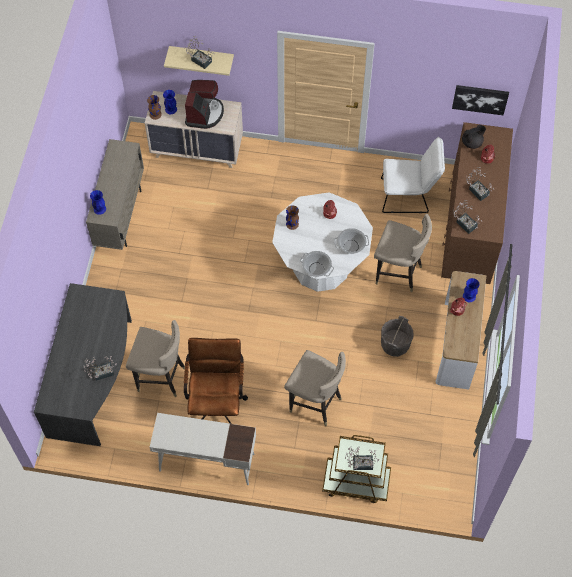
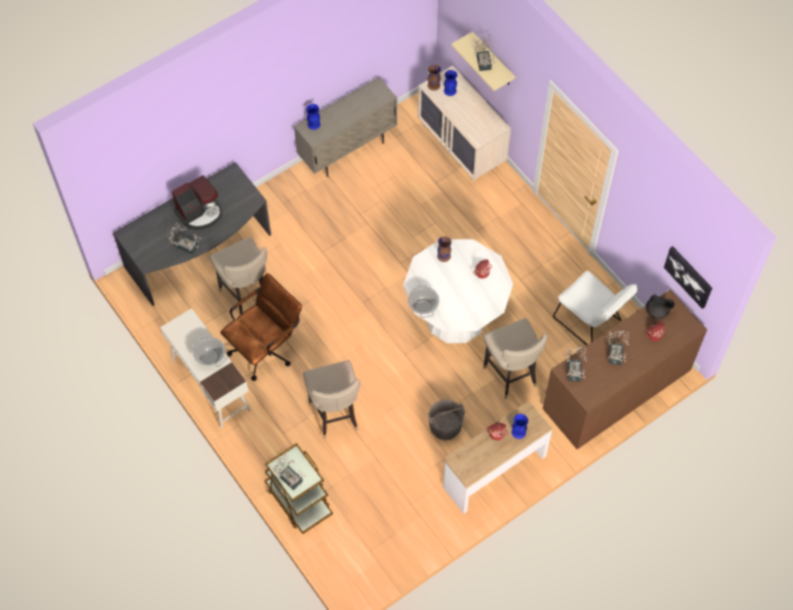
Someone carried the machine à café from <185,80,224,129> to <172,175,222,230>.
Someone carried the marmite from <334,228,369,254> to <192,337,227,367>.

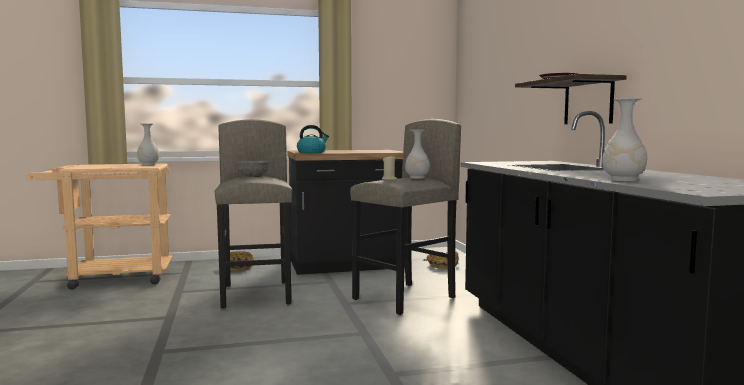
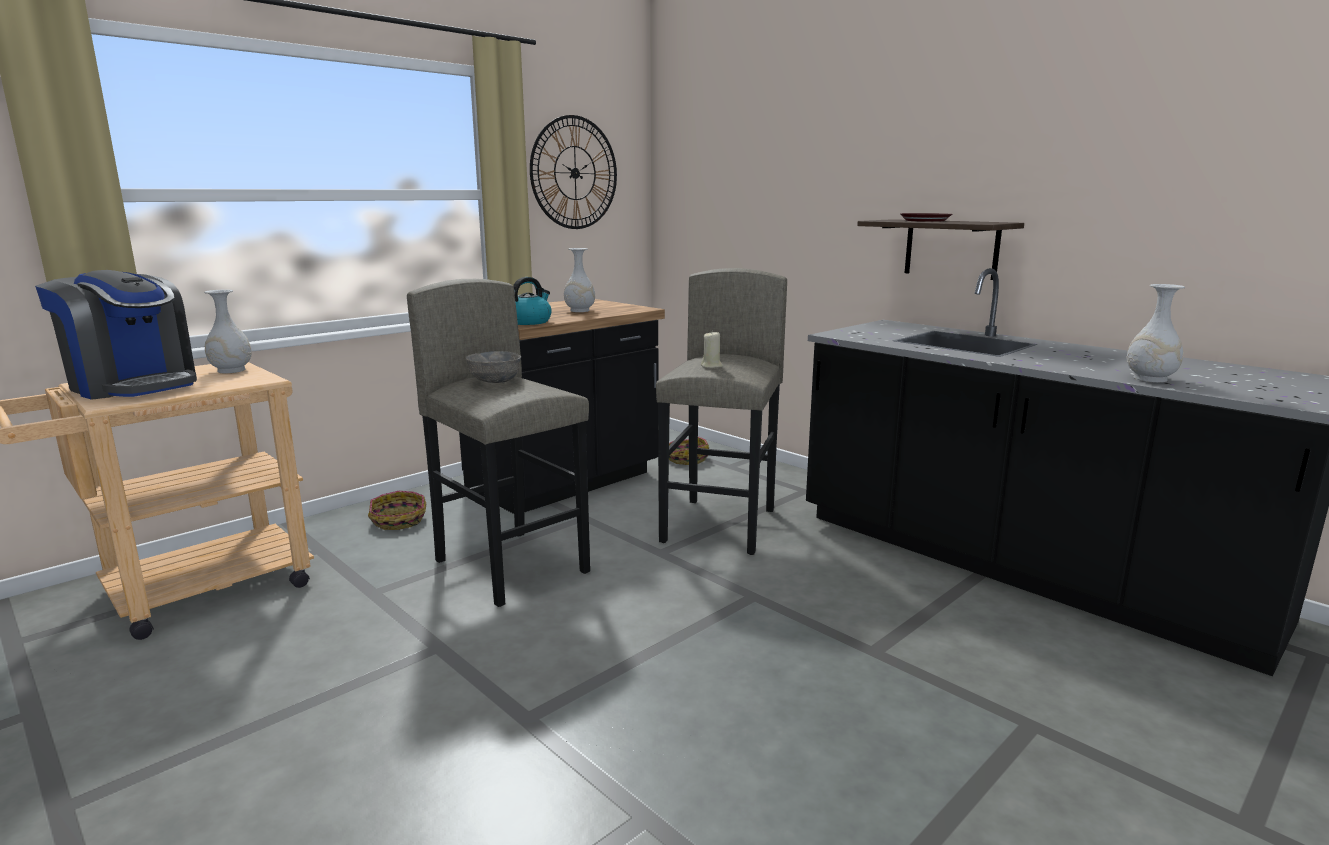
Someone carried the vase [blanc] from <405,130,430,179> to <564,248,595,312>.
Someone put down the machine à café at <35,270,197,400>.
Someone put up the horloge murale at <530,115,617,229>.

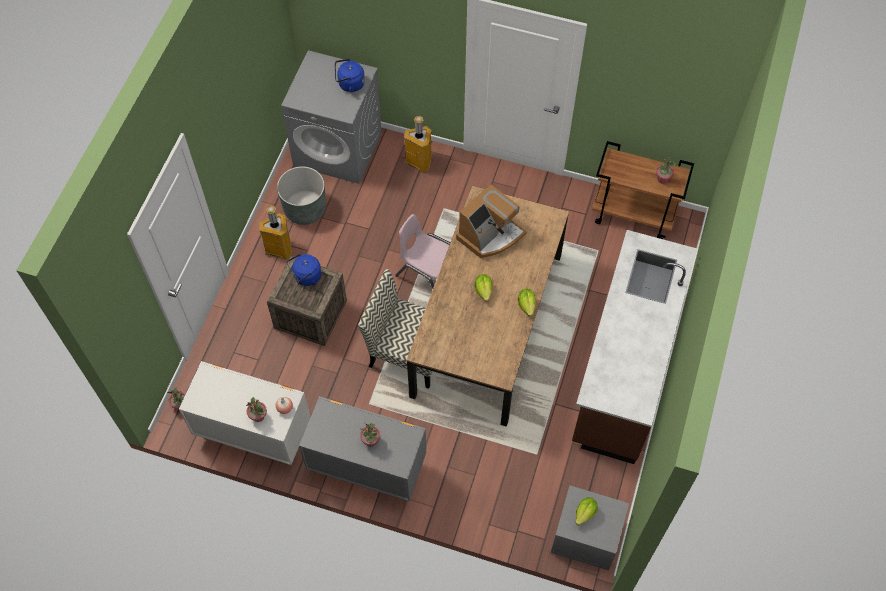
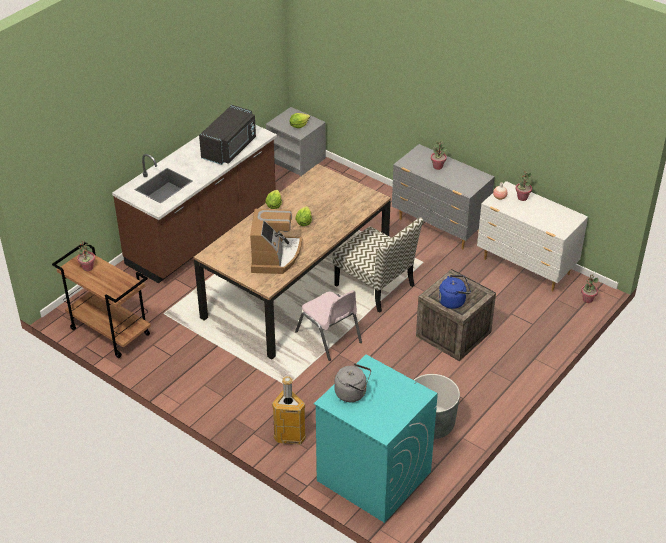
Someone took away the poubelle at <259,206,292,260>.
Someone repainted the lave-linge [gris] at <281,50,382,184>, which became the lave-linge [turquoise] at <314,355,438,523>.
Someone repainted the bouilloire [bleu] at <335,59,365,92>, which became the bouilloire [gris] at <334,363,371,402>.
Someone rotated the machine à café at <456,184,527,258> by 120 degrees clockwise.
Someone put down the micro-ondes [noir] at <199,105,256,165>.

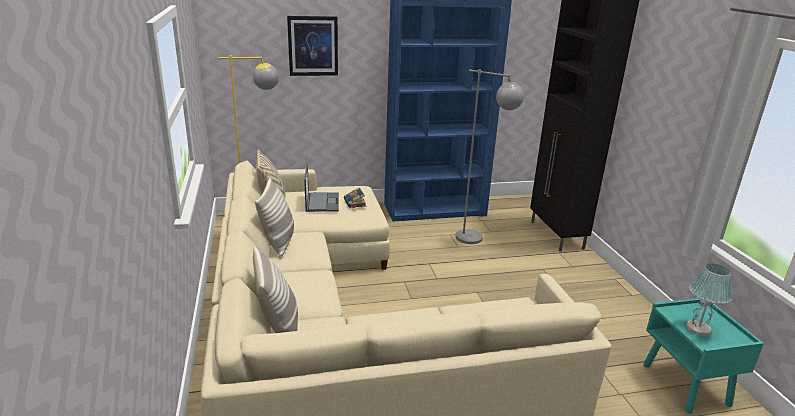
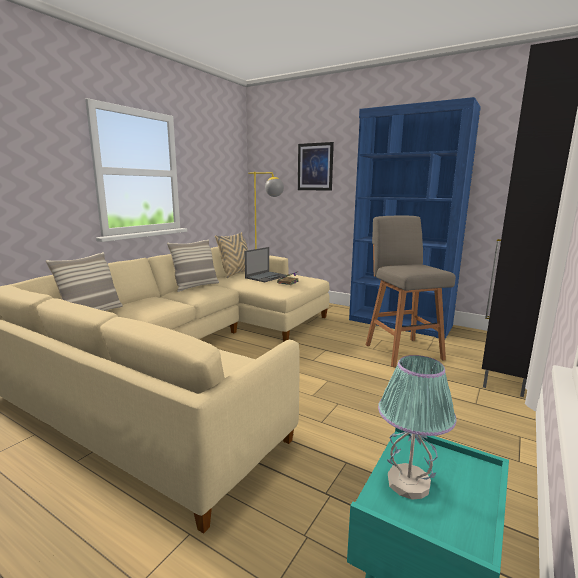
Someone swapped the lampadaire [gris] at <455,69,524,244> for the tabouret [gris] at <366,216,456,367>.

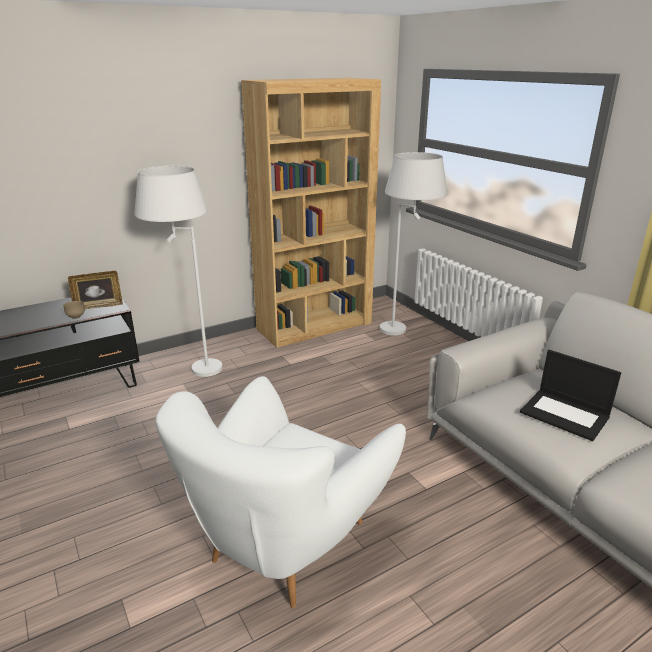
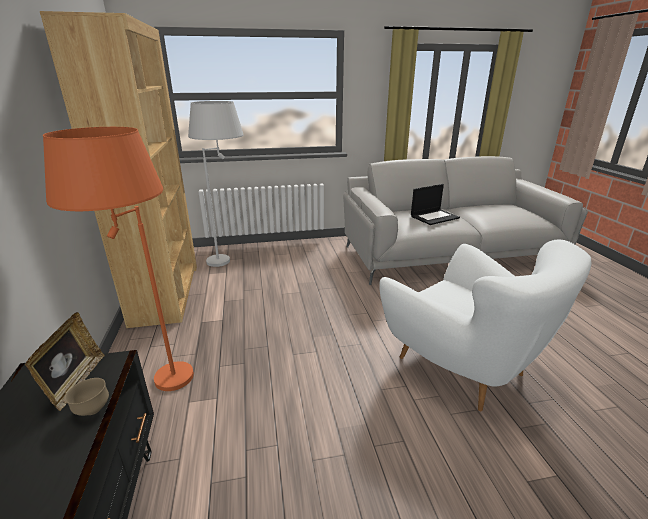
Someone repainted the lampadaire [blanc] at <134,166,223,377>, which became the lampadaire [orange] at <43,127,194,391>.

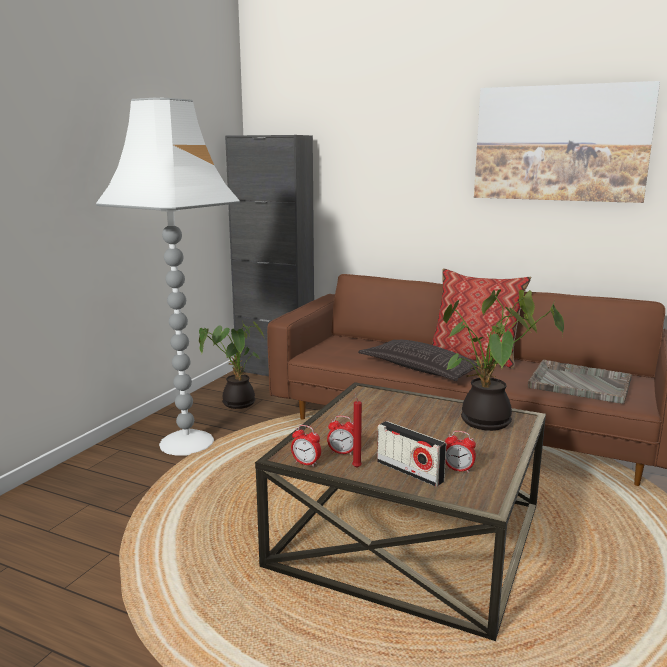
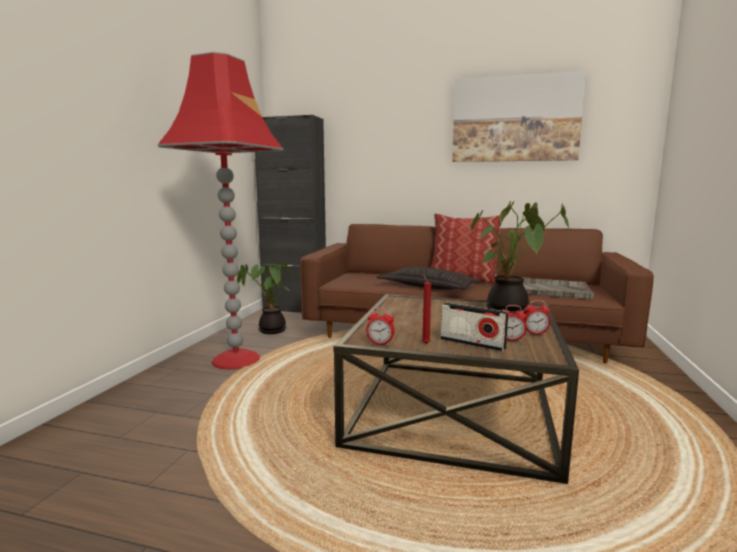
Someone repainted the lampadaire [blanc] at <96,98,240,456>, which became the lampadaire [rouge] at <158,52,283,370>.
Someone carried the réveil from <327,416,354,455> to <523,300,551,335>.

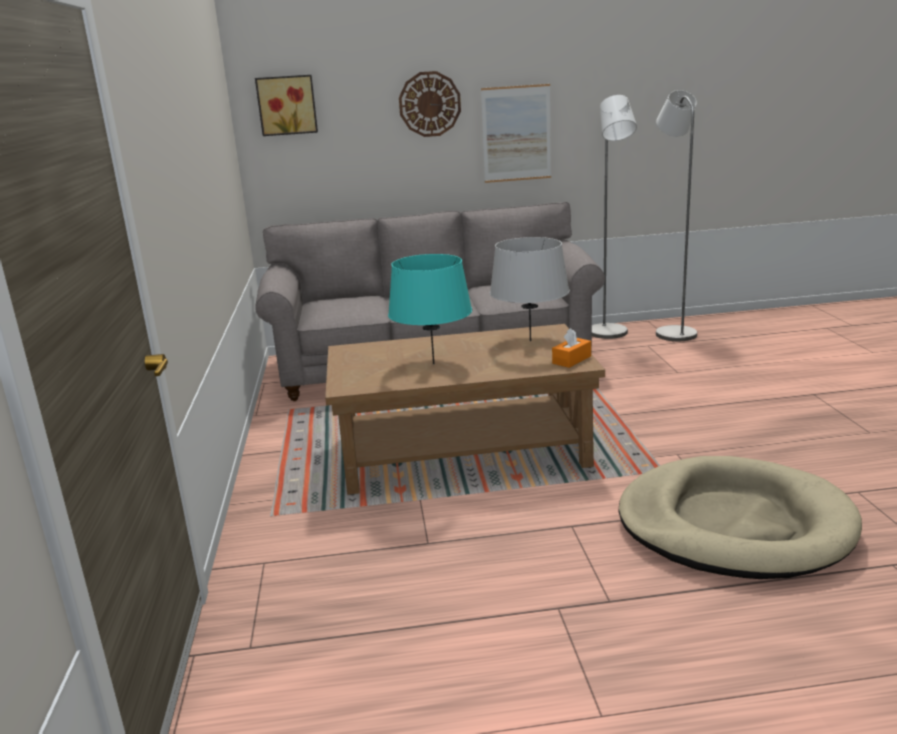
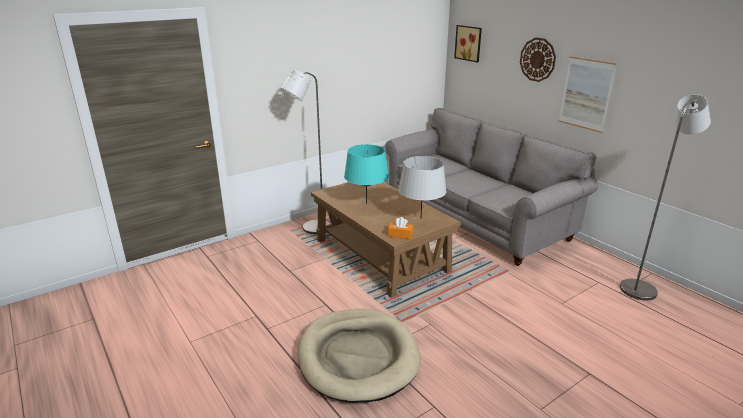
Someone carried the lampadaire [gris] from <592,95,637,339> to <281,69,329,234>.

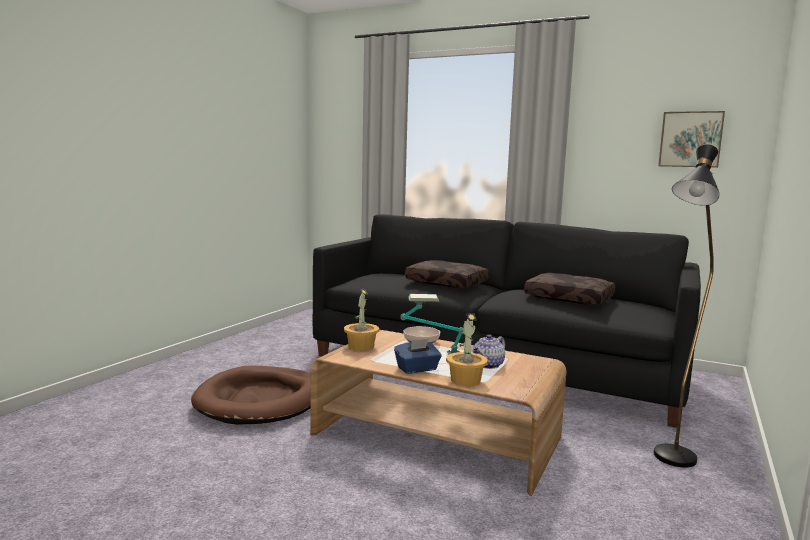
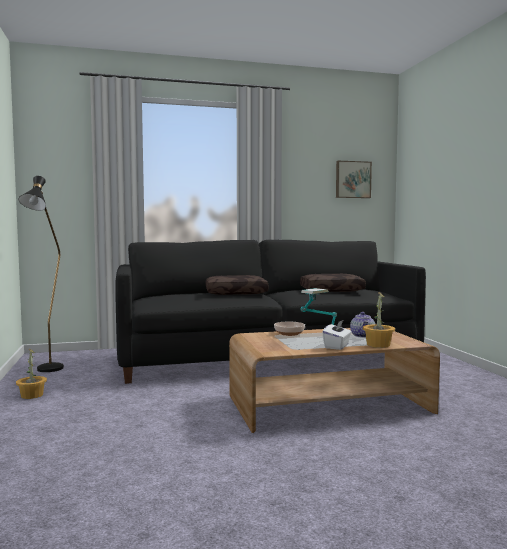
Someone took away the panier pour chien [marron] at <191,365,310,425>.
Someone carried the plante en pot from <344,288,379,351> to <16,349,47,399>.
Someone repainted the boîte à mouchoirs [bleu] at <394,339,442,374>, which became the boîte à mouchoirs [blanc] at <322,319,352,350>.
Someone carried the lampadaire [noir] from <654,144,719,468> to <18,176,64,372>.

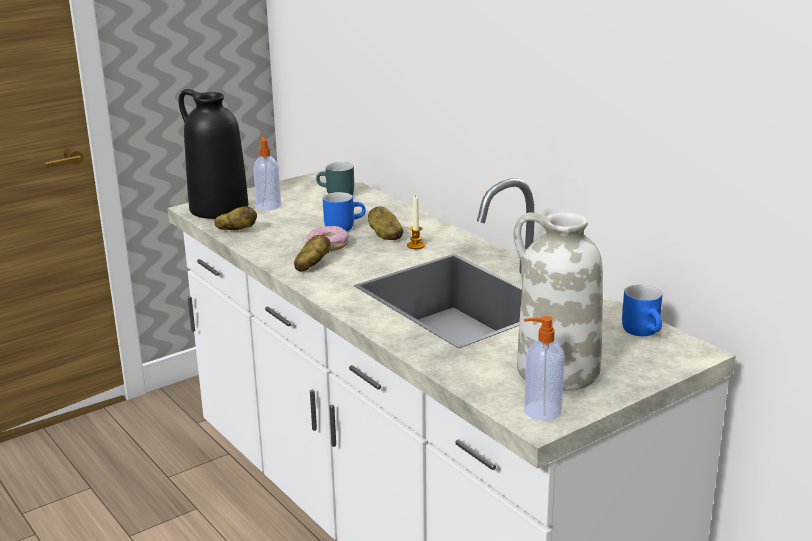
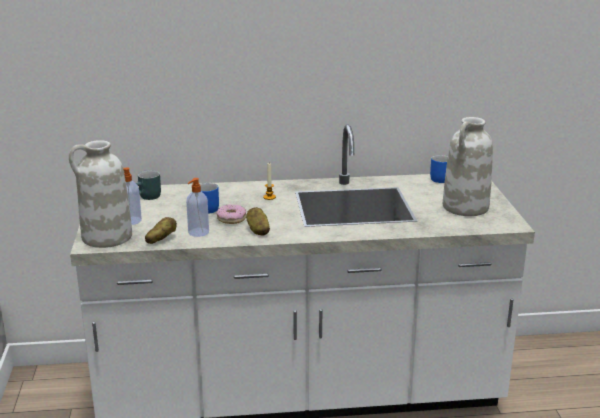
Someone repainted the vase [noir] at <179,89,248,219>, which became the vase [blanc] at <69,140,132,248>.
Someone took away the pomme de terre at <368,206,403,240>.
Someone carried the distributeur de savon from <524,316,565,420> to <186,178,209,237>.

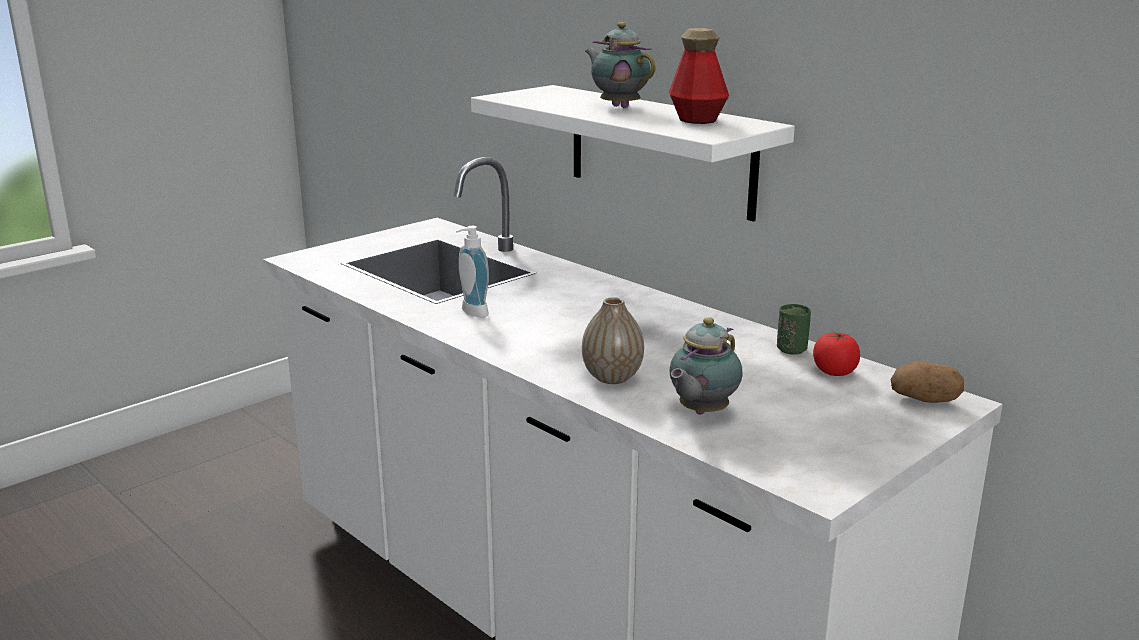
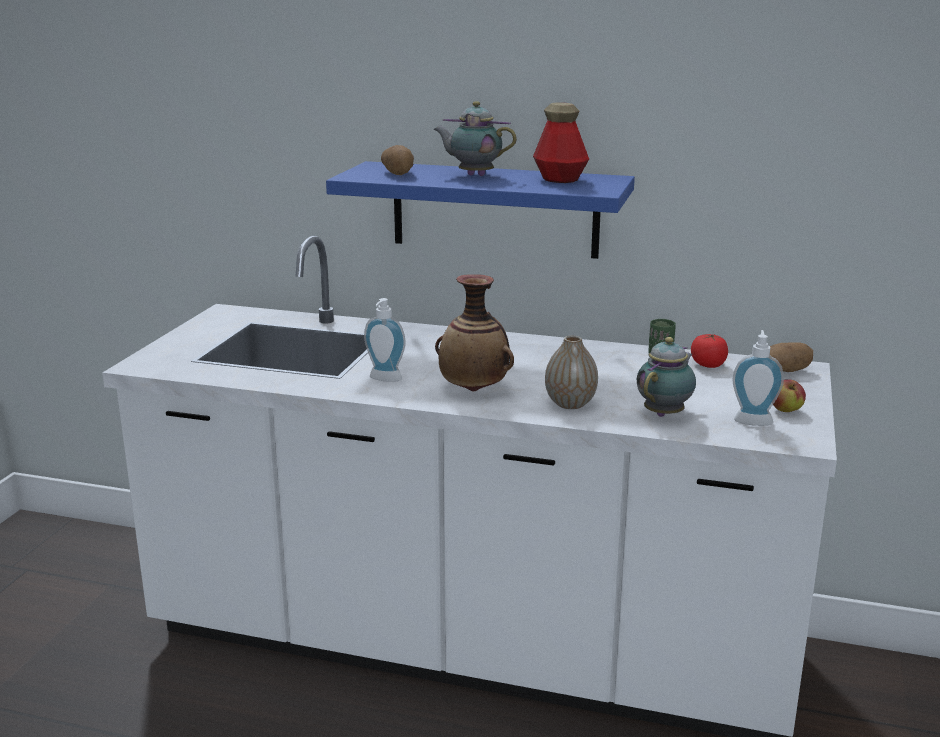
Someone repainted the étagère [blanc] at <471,85,795,222>, which became the étagère [bleu] at <326,161,635,259>.
Someone rotated the théière at <669,317,743,415> by 150 degrees counterclockwise.
Someone put down the pomme de terre at <381,145,414,175>.
Someone put down the vase at <435,274,514,392>.
Someone put down the distributeur de savon at <732,330,784,426>.
Someone put down the pomme at <773,380,806,412>.

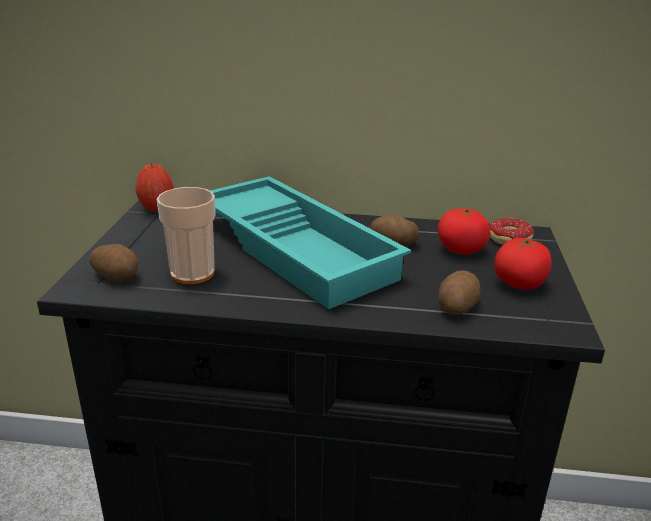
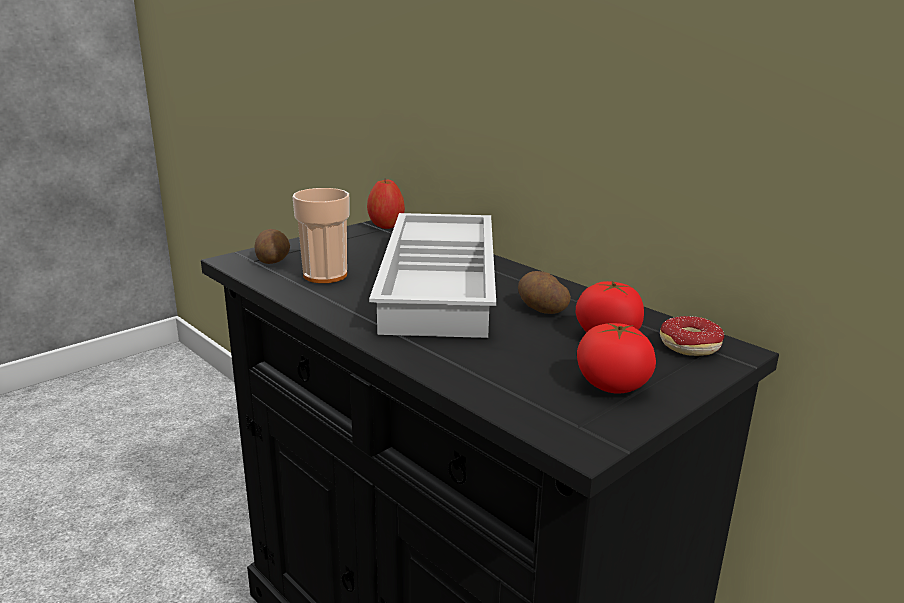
Someone repainted the plateau [turquoise] at <210,176,411,309>, which became the plateau [blanc] at <369,213,496,338>.
Someone took away the pomme de terre at <438,270,481,315>.

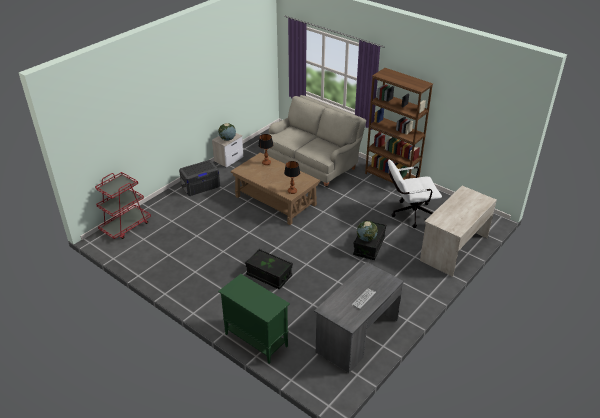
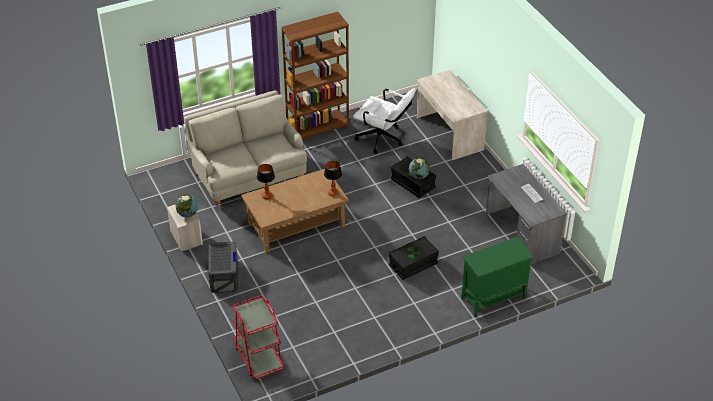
Someone rotated the chaise de bureau [blanc] at <388,160,442,228> by 75 degrees counterclockwise.

